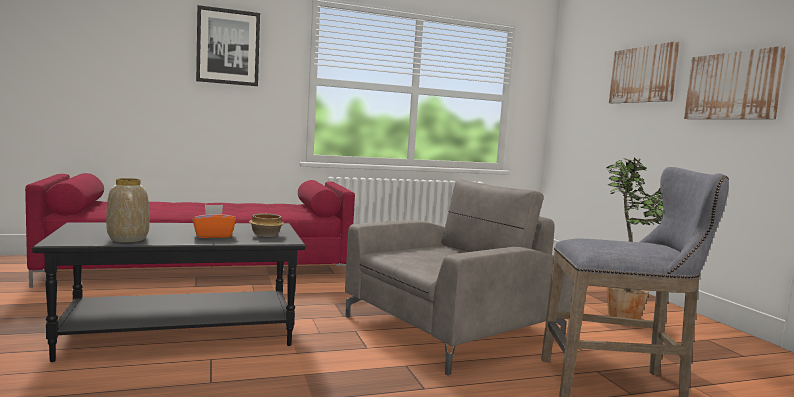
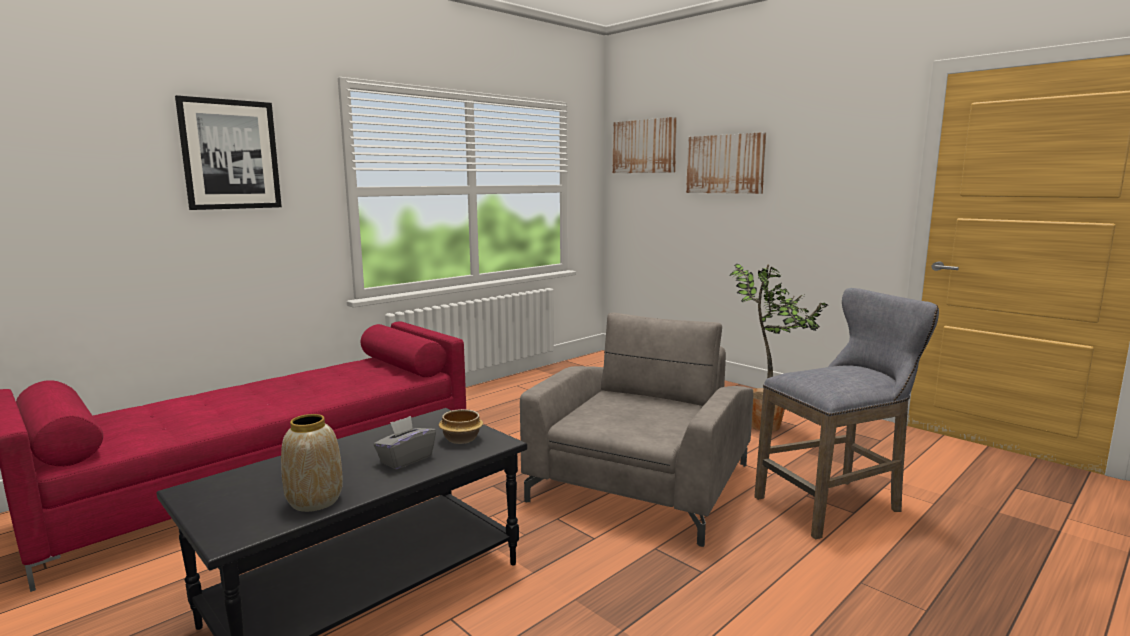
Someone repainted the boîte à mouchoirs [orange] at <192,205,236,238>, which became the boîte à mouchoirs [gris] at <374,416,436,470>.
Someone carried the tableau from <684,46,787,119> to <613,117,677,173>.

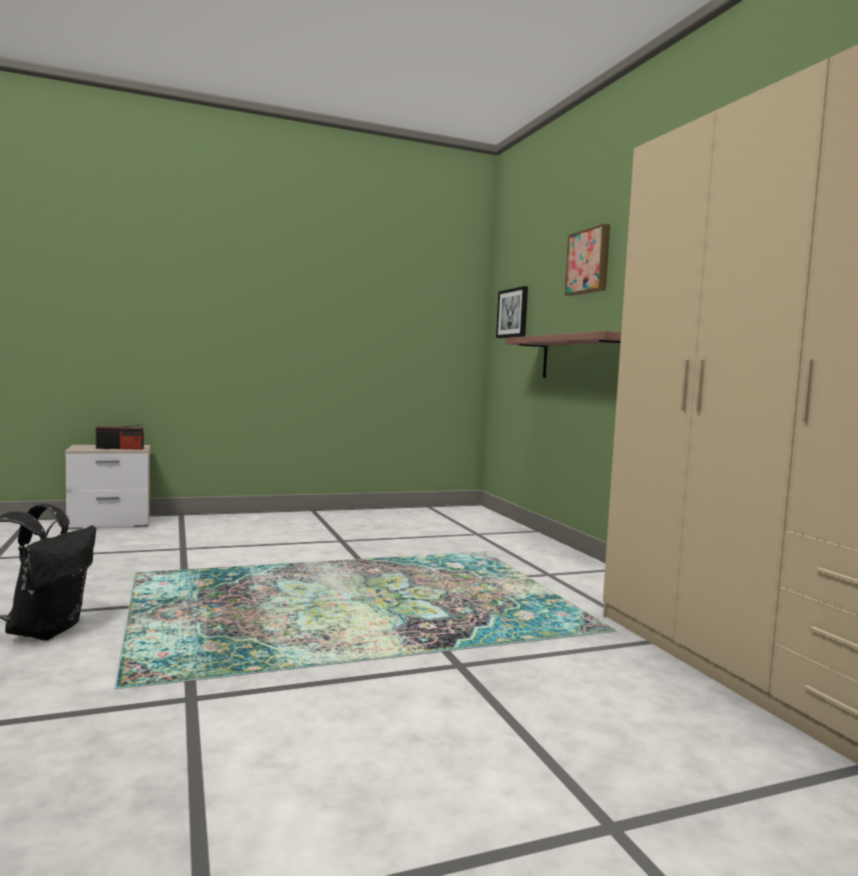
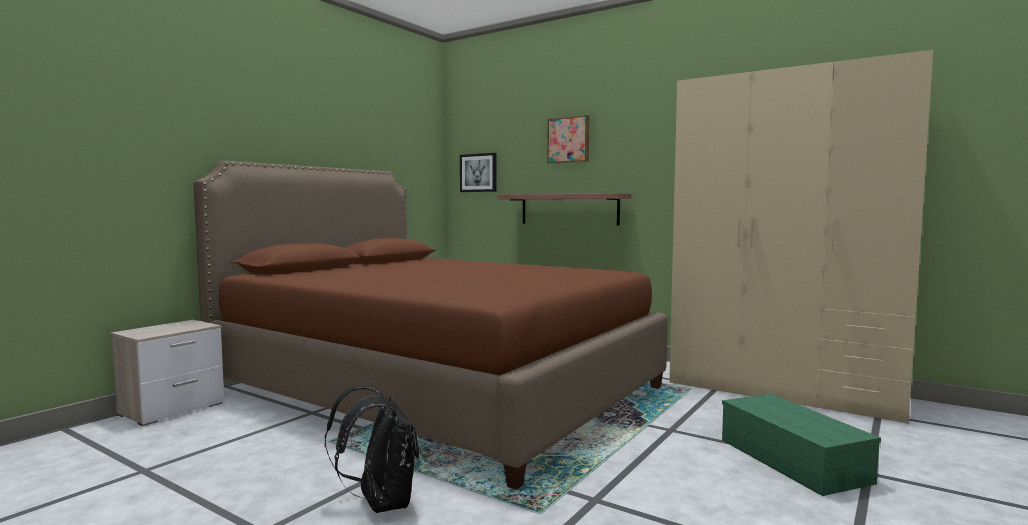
Someone took away the radio at <96,424,144,450>.
Someone put down the lit [marron] at <193,161,668,490>.
Someone put down the boîte de rangement [vert] at <722,394,881,496>.

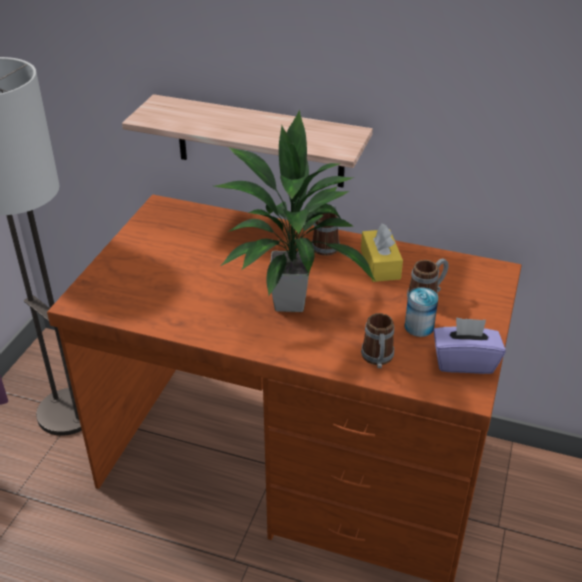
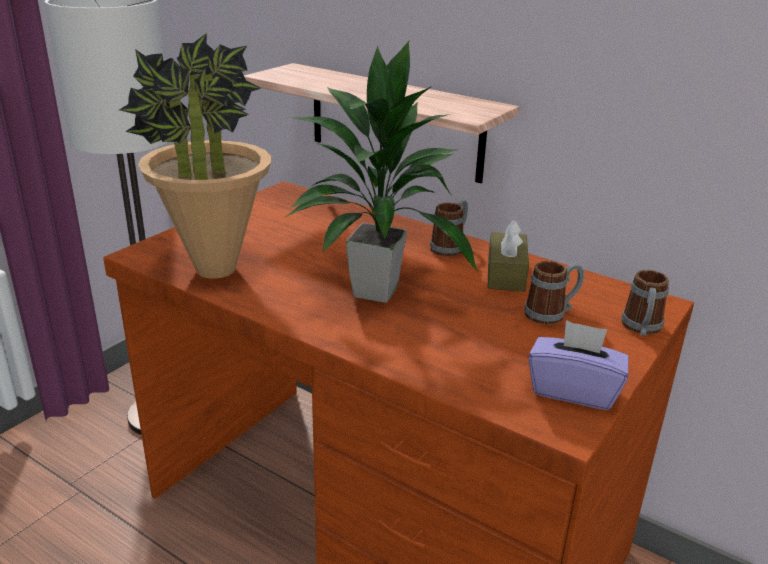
Someone repainted the boîte à mouchoirs [jaune] at <361,224,403,282>, which became the boîte à mouchoirs [marron] at <488,220,529,292>.
Someone carried the mug from <361,313,394,368> to <621,270,669,336>.
Someone took away the boîte métallique at <405,287,438,337>.
Someone put down the plante en pot at <119,33,271,279>.

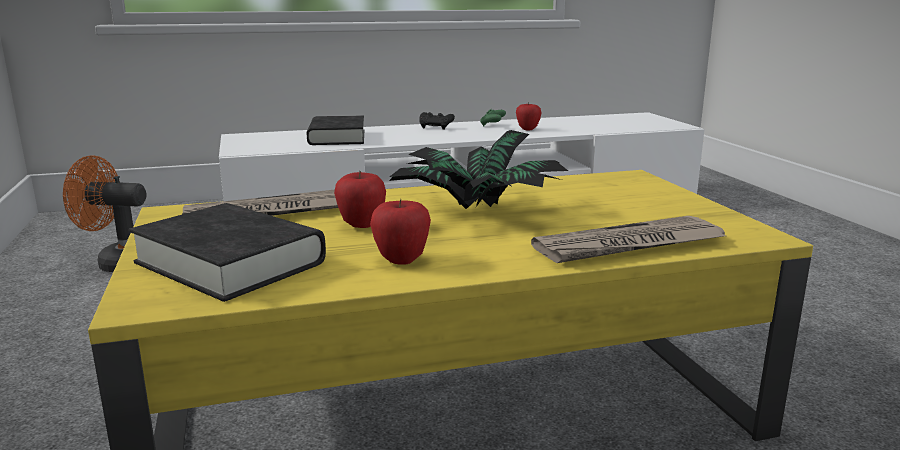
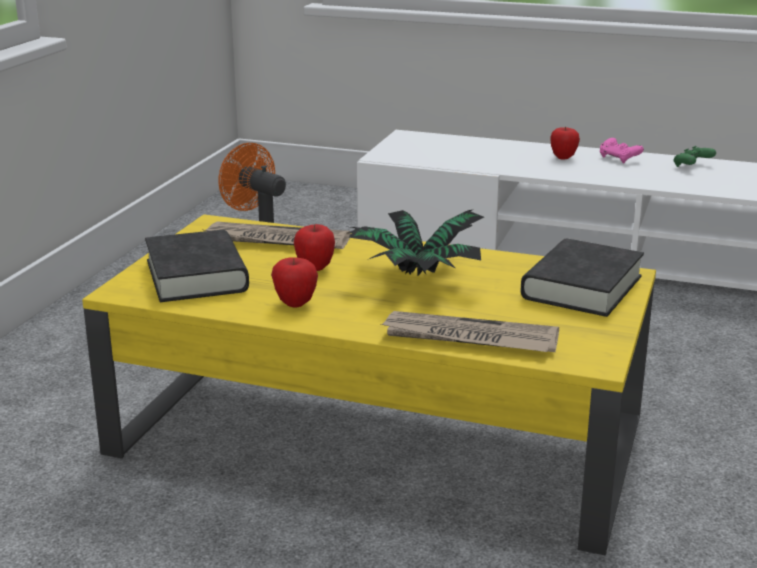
Someone carried the livre [noir] from <307,115,364,145> to <521,239,644,317>.
Someone repainted the manette [noir] at <419,112,455,130>, which became the manette [rose] at <600,138,644,163>.
Someone carried the pomme from <516,104,542,131> to <550,127,580,160>.

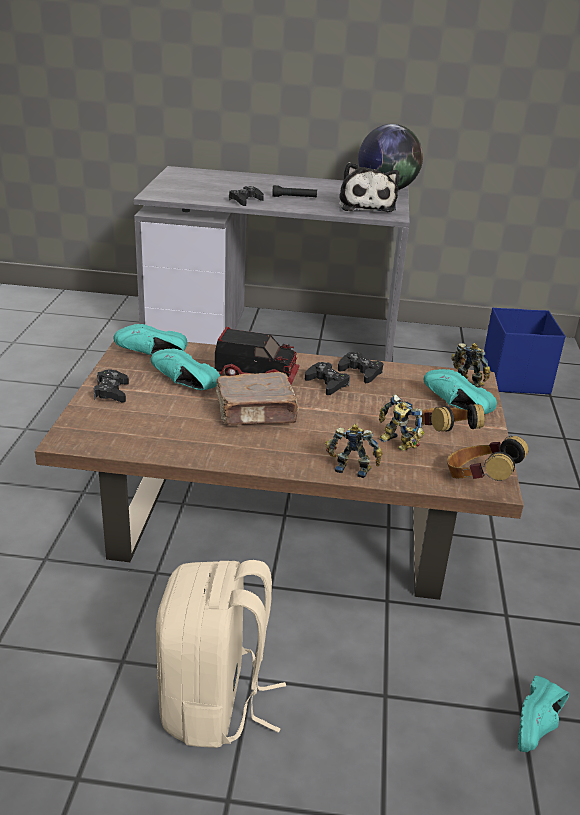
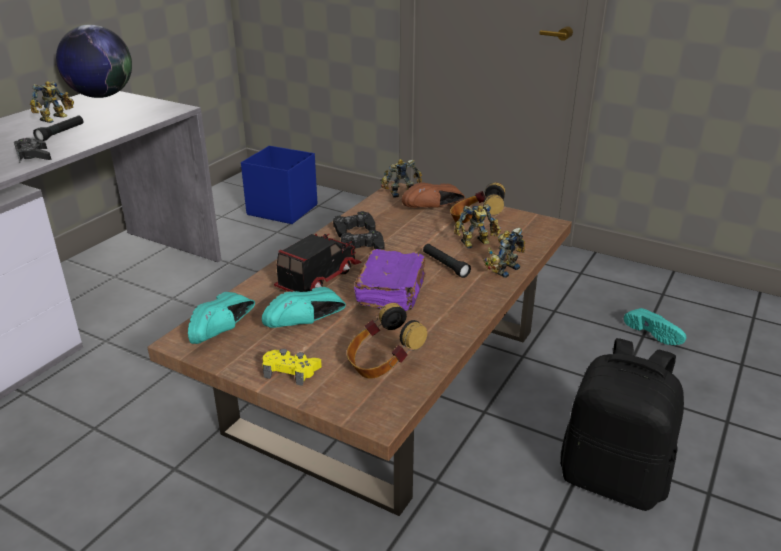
Someone repainted the manette [noir] at <94,370,129,402>, which became the manette [jaune] at <262,349,322,386>.
Someone repainted the sac à dos [beige] at <156,560,286,748>, which became the sac à dos [noir] at <560,338,684,511>.
Someone repainted the livre [marron] at <216,372,299,425>, which became the livre [violet] at <354,249,426,311>.
Someone took away the peluche at <339,162,400,212>.
Someone repainted the chaussure [turquoise] at <424,369,497,414>, which became the chaussure [marron] at <402,182,465,208>.
Someone carried the casque audio from <447,436,528,481> to <347,303,427,379>.
Someone put down the robot jouet at <30,81,74,123>.
Someone put down the lampe de poche [noir] at <423,244,471,278>.

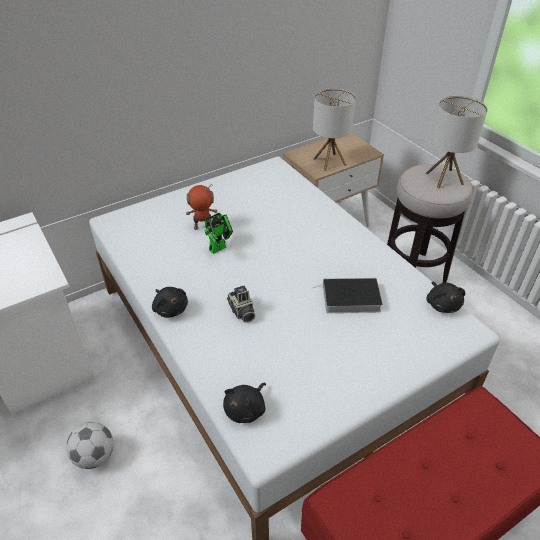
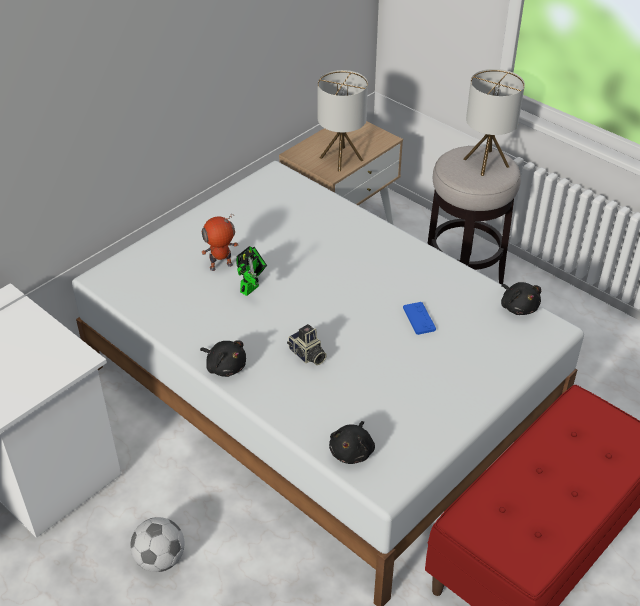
Someone swapped the livre at <314,278,383,313> for the manette [bleu] at <403,302,436,335>.

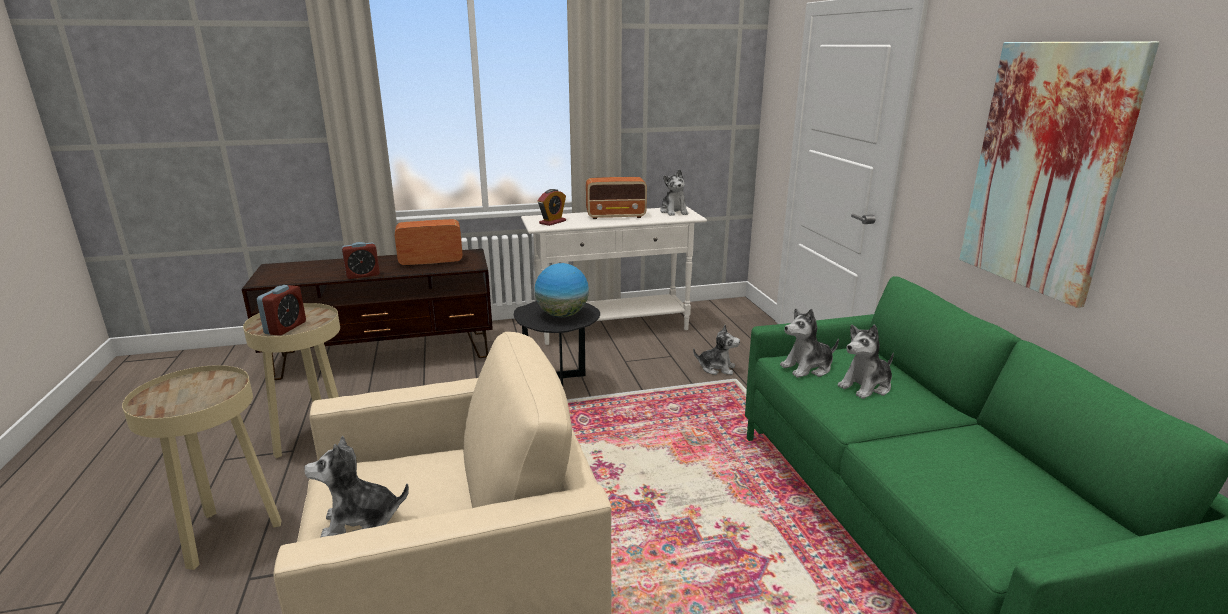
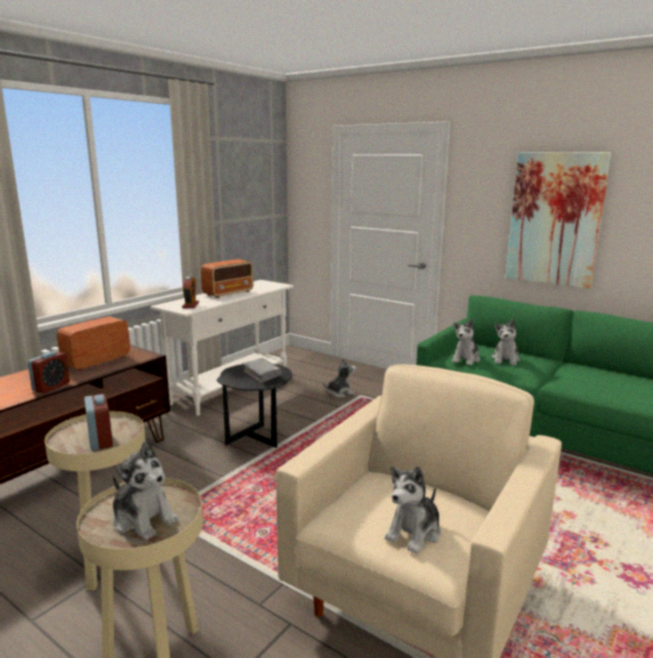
Someone swapped the globe at <534,263,589,317> for the livre [gris] at <243,358,282,383>.
Someone carried the peluche from <660,169,688,216> to <112,441,179,540>.

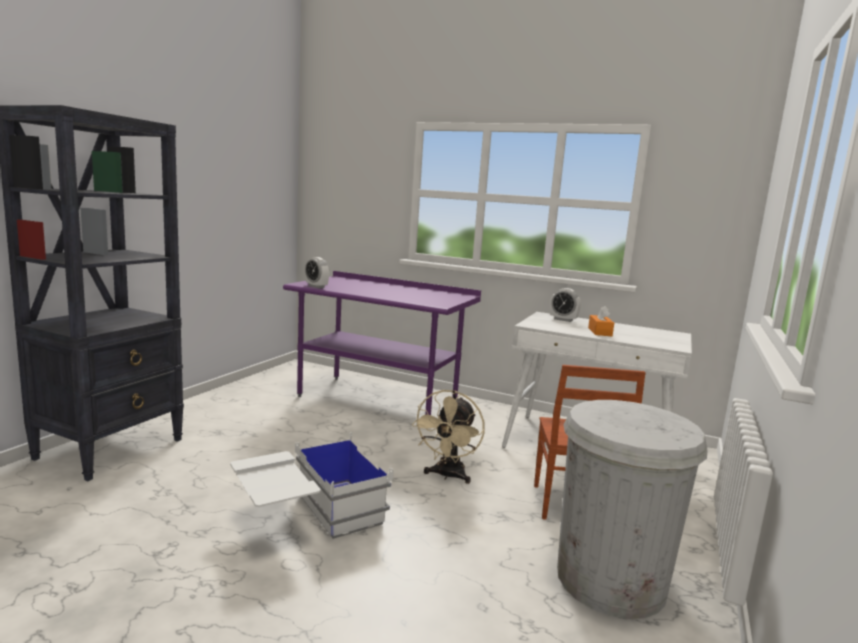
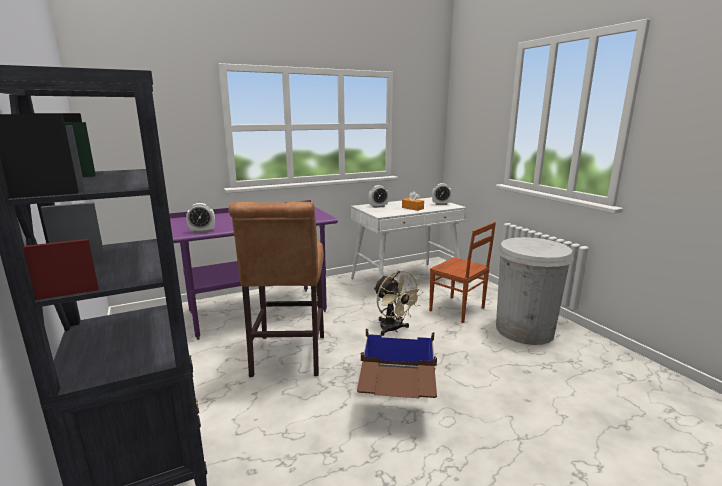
Someone repainted the boîte de rangement [blanc] at <230,432,394,539>, which became the boîte de rangement [marron] at <357,328,437,398>.
Someone put down the tabouret [marron] at <229,202,324,377>.
Someone put down the réveil at <432,183,452,205>.

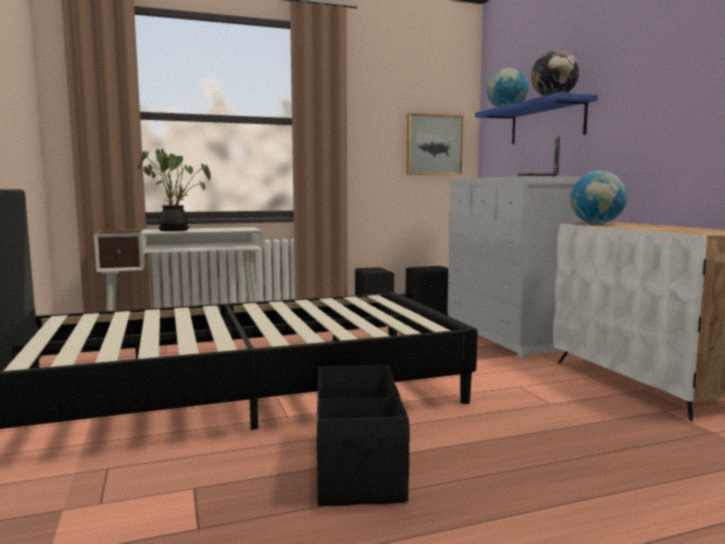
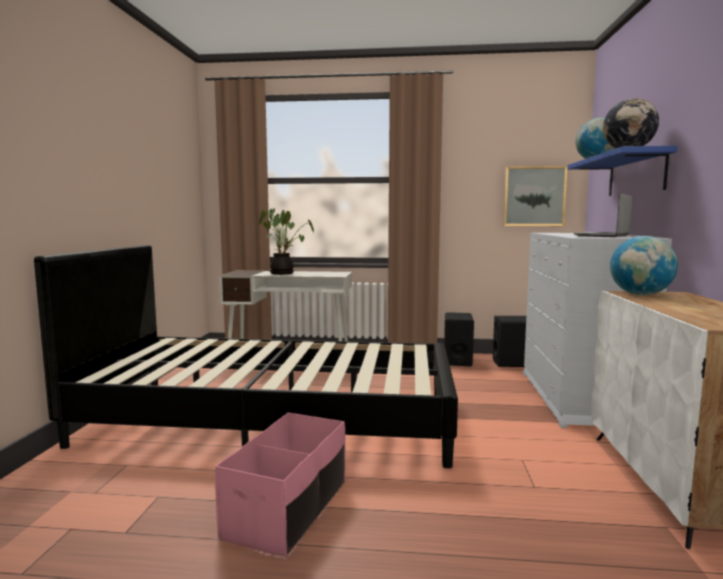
Someone repainted the boîte de rangement [noir] at <317,365,410,506>, which became the boîte de rangement [rose] at <215,413,346,557>.

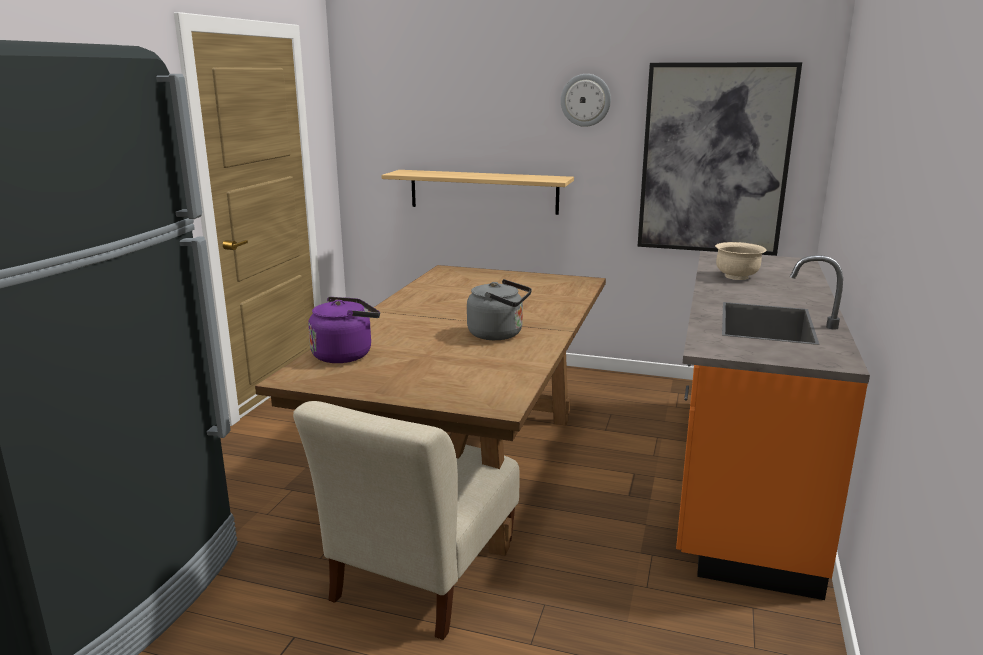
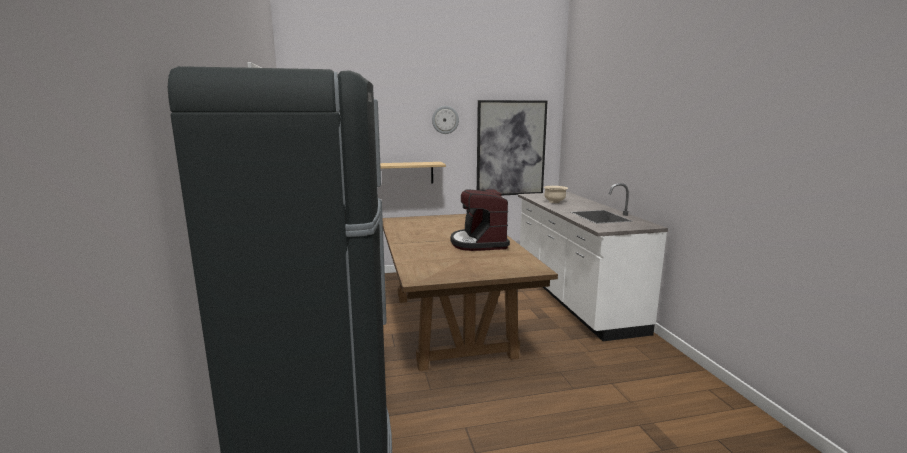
Someone took away the chaise [beige] at <293,401,520,640>.
Someone took away the bouilloire [violet] at <308,297,380,363>.
Someone swapped the bouilloire [gris] at <467,279,532,340> for the machine à café at <450,189,510,251>.
Someone repainted the comptoir de cuisine [orange] at <676,251,870,600>, which became the comptoir de cuisine [blanc] at <518,183,668,341>.

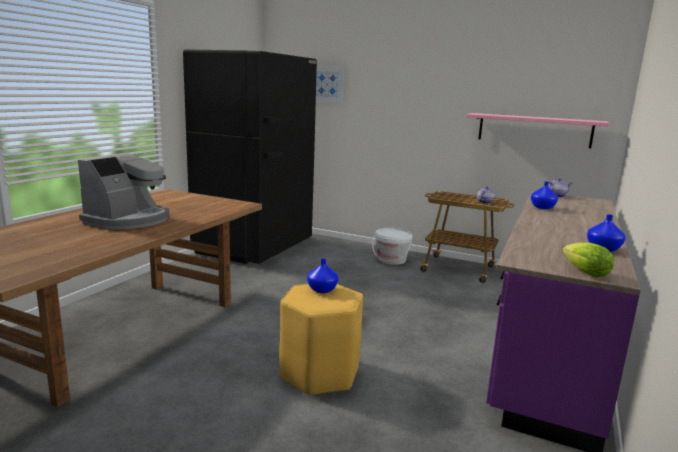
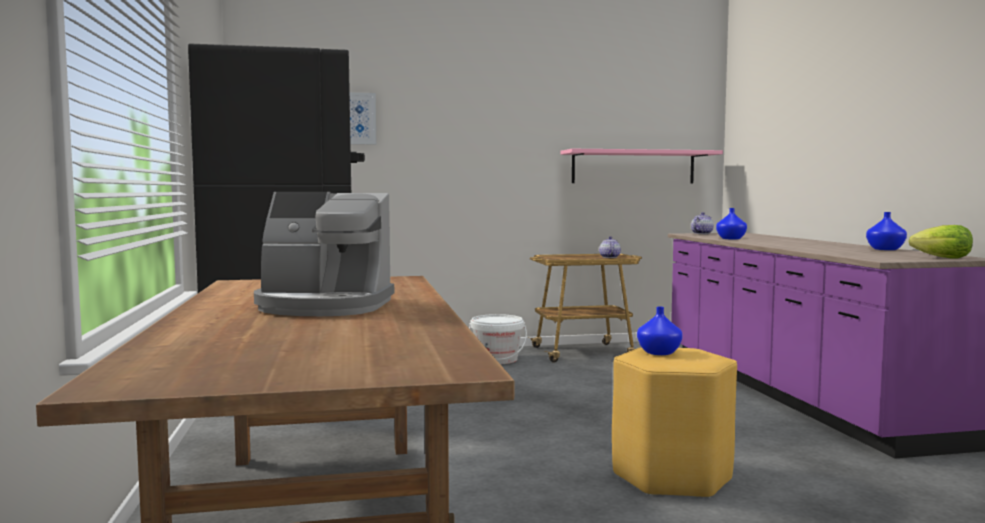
Someone rotated the machine à café at <78,153,170,229> by 105 degrees clockwise.

